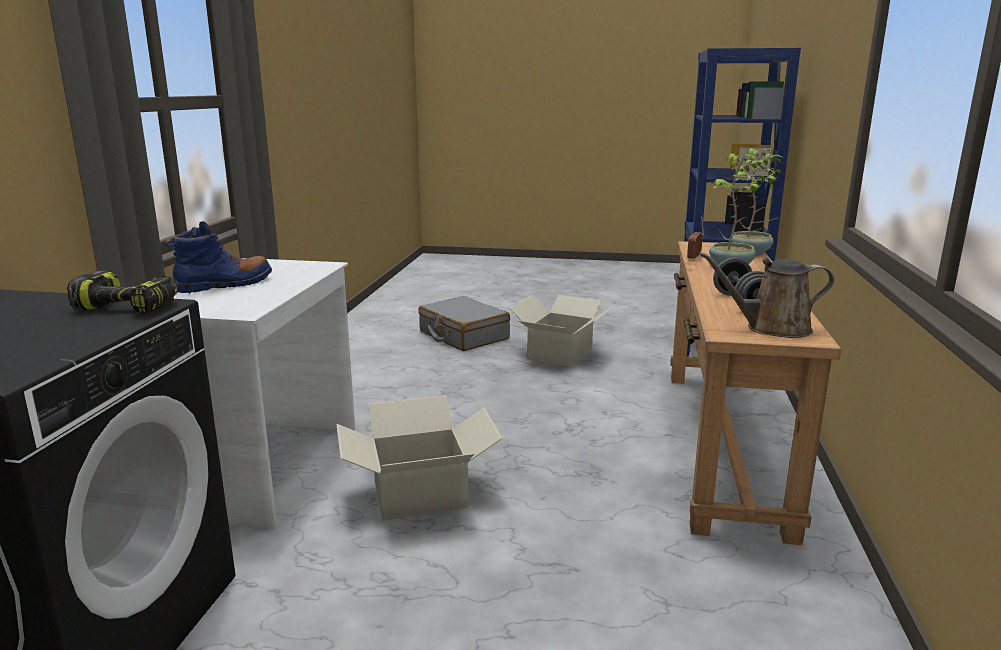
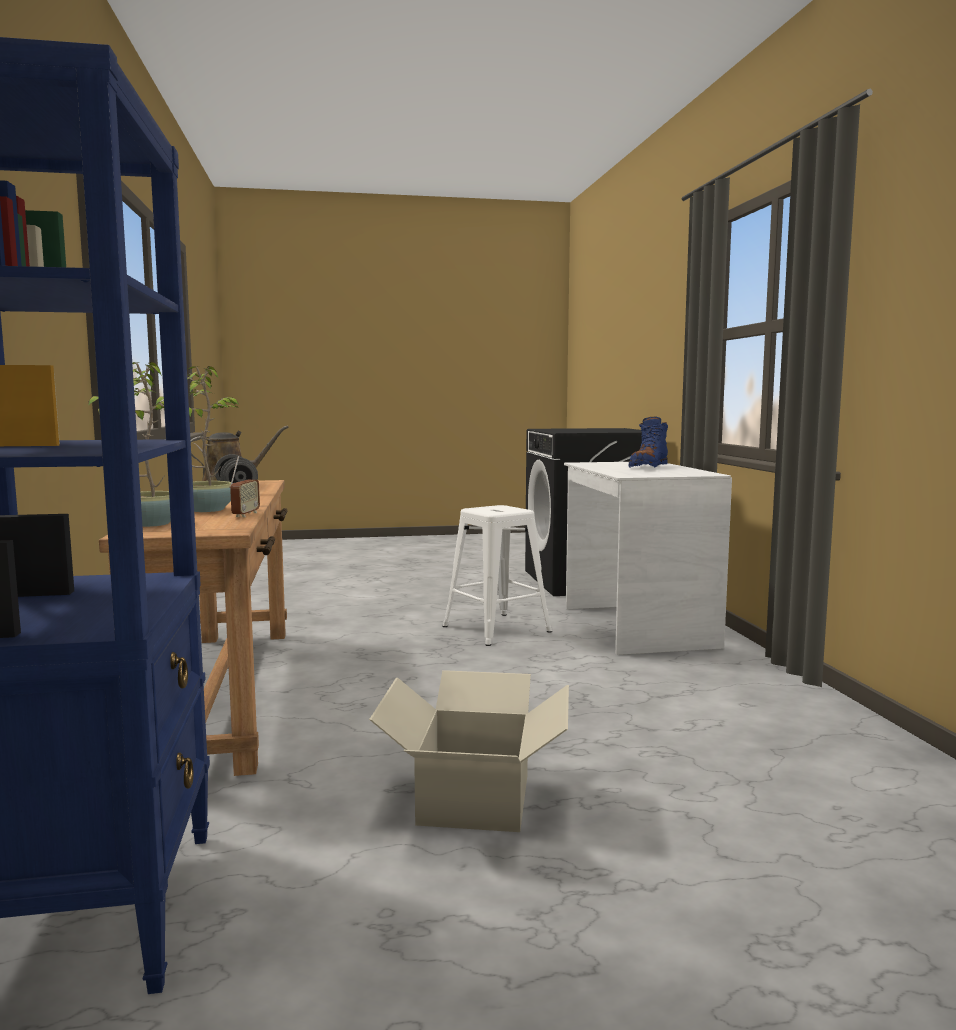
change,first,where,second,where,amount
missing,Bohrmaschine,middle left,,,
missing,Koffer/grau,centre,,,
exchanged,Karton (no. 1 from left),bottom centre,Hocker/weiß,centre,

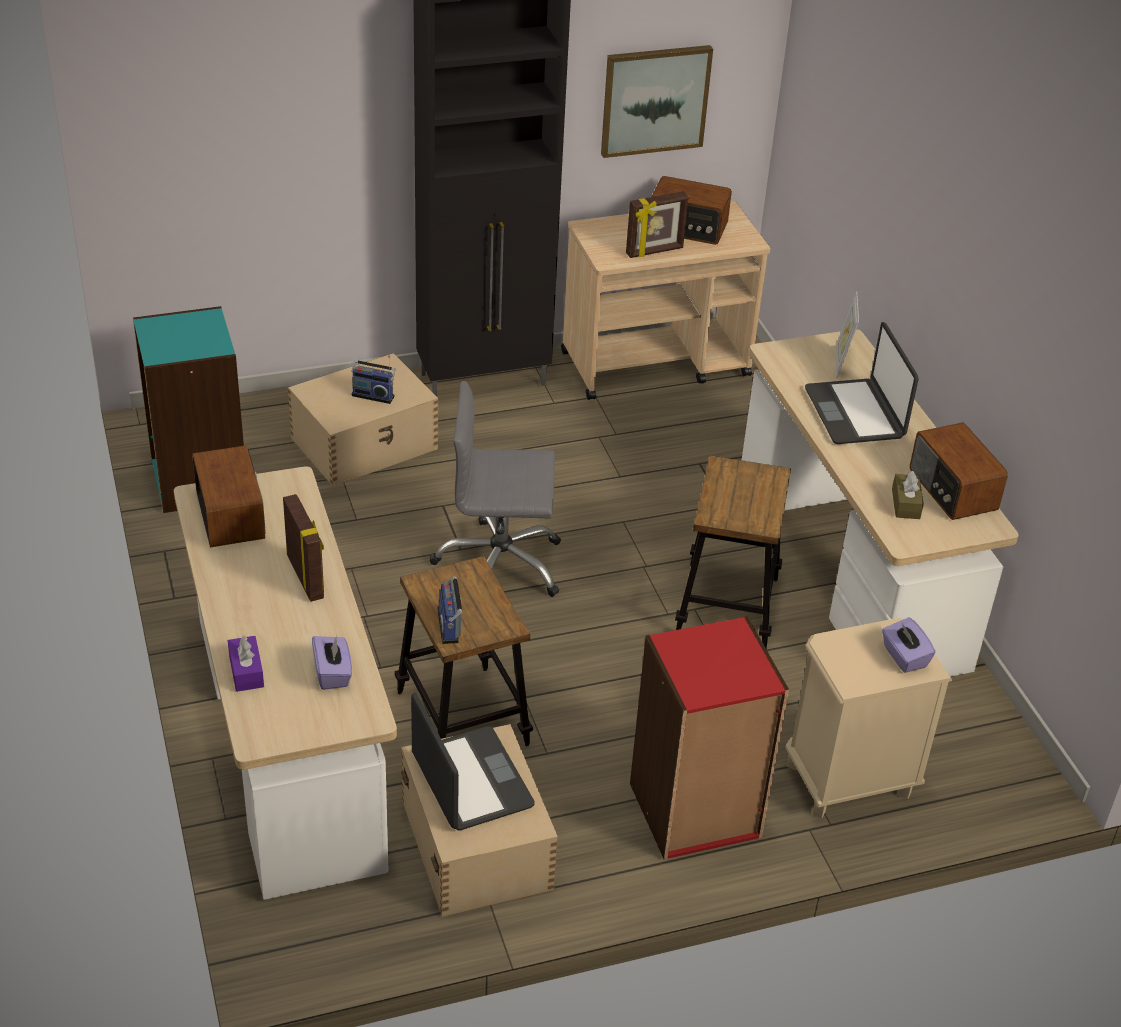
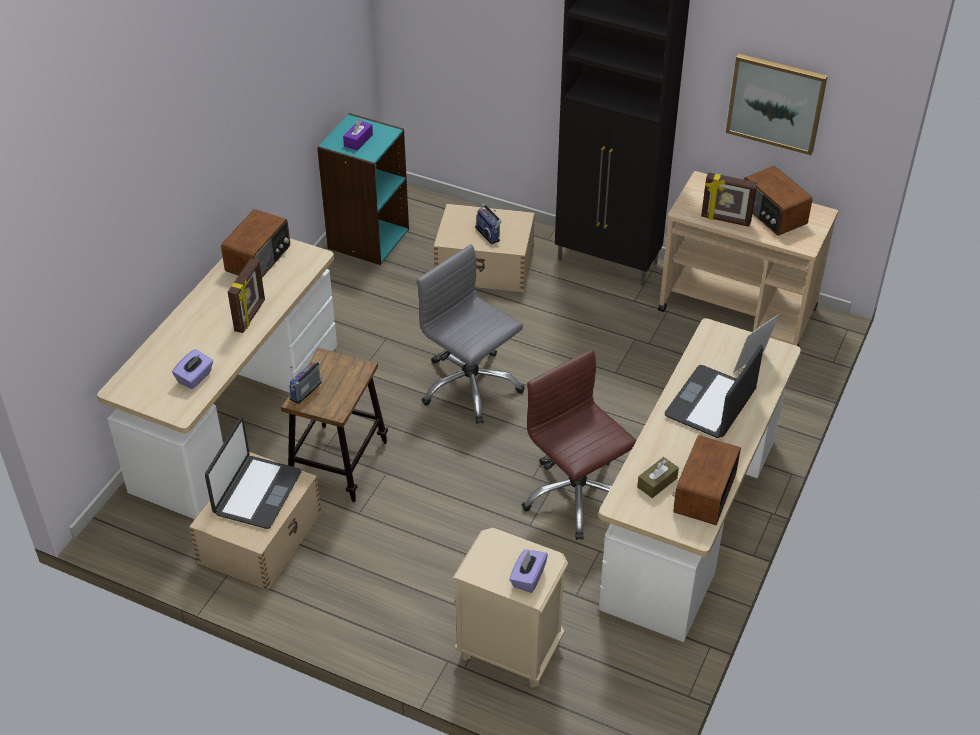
change,first,where,second,where,amount
exchanged,Hocker (no. 2 from left),centre,Bürostuhl/braun,centre,
missing,Bücherregal/rot,bottom centre,,,
relocated,Taschentuchbox/lila (no. 1 from left in the first image),middle left,Taschentuchbox/lila (no. 2 from left),top centre,

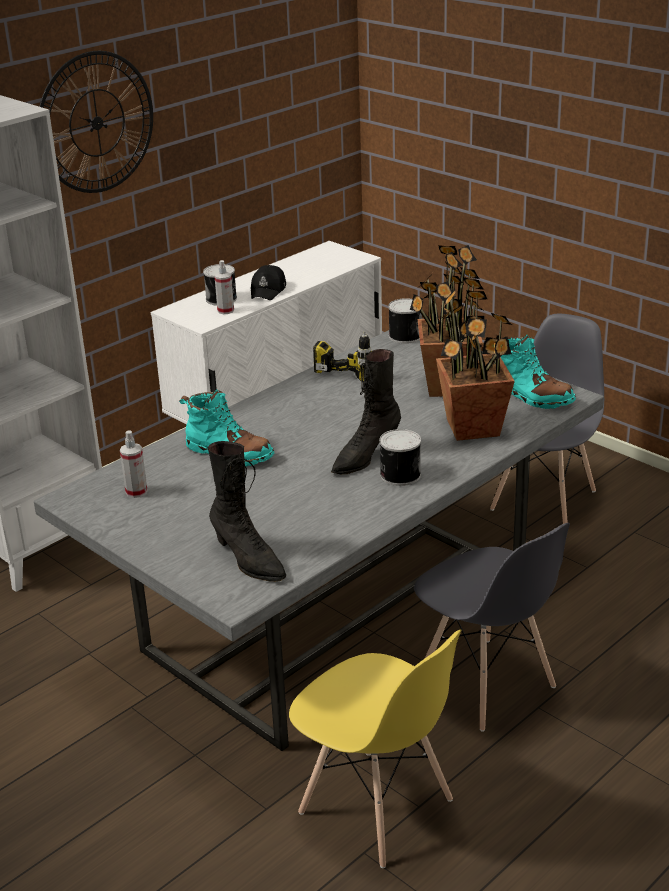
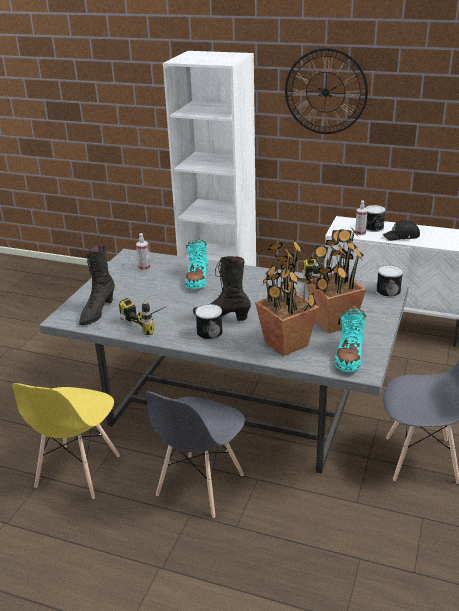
change,first,where,second,where,amount
appeared,,,Bohrmaschine (no. 1 from left),middle left,

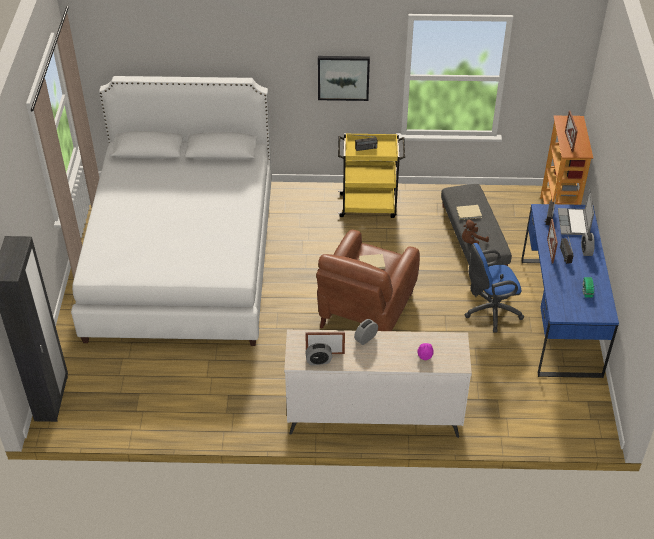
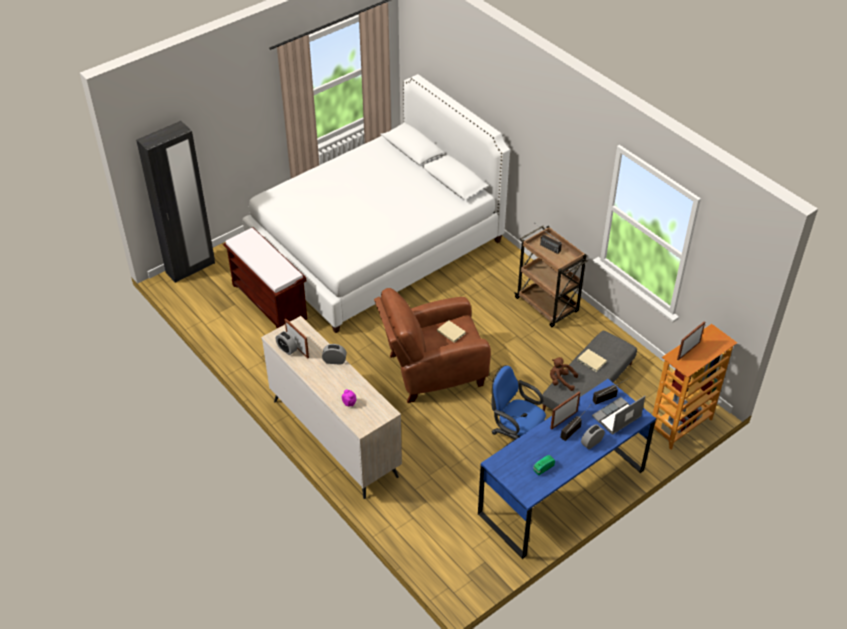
change,first,where,second,where,amount
missing,Bild,top centre,,,
colour,Rollwagen/gelb,top centre,Rollwagen/braun,centre,
appeared,,,Bank/braun,middle left,

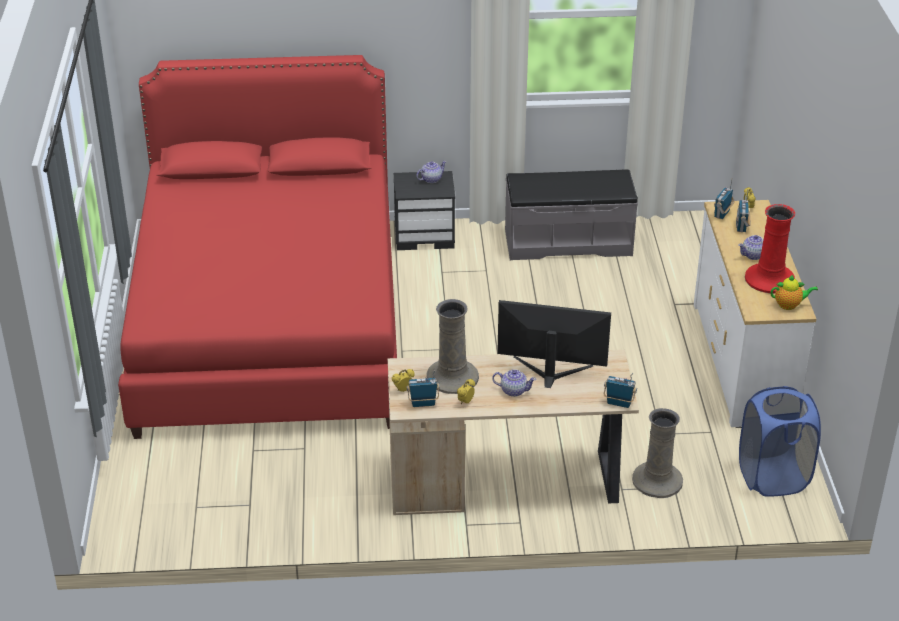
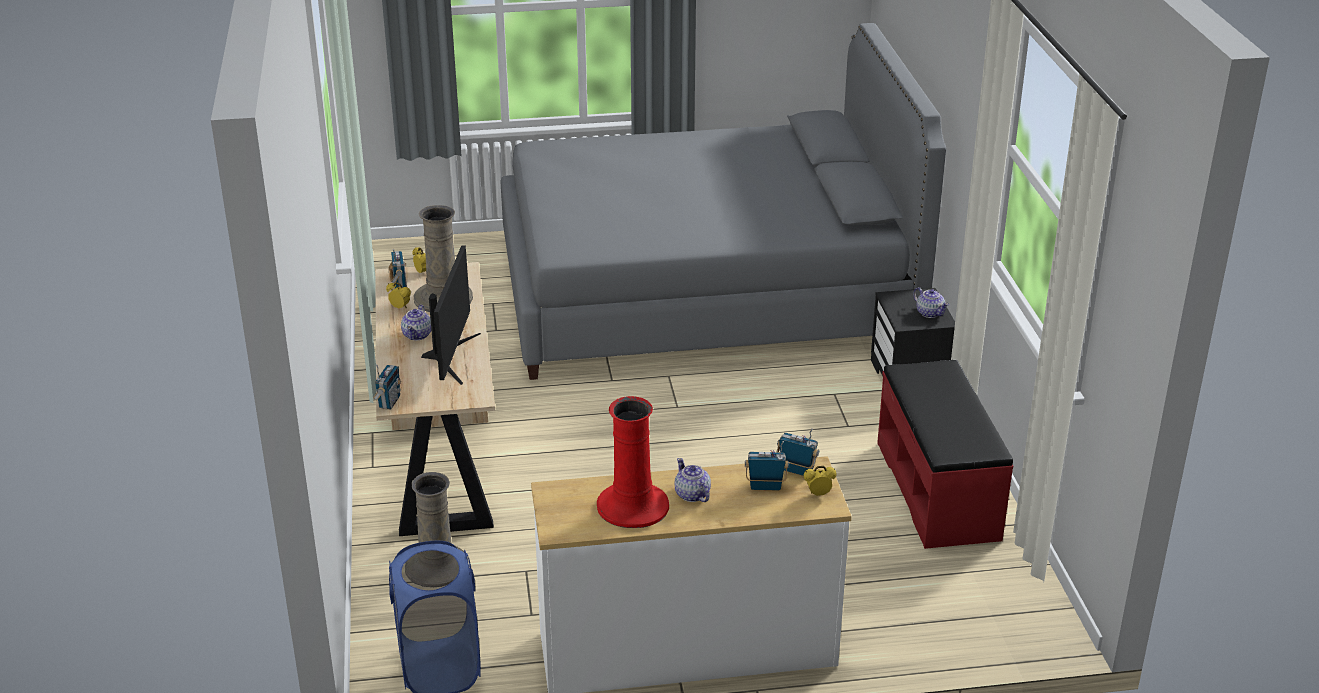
change,first,where,second,where,amount
colour,Bett/rot,middle left,Bett/grau,top centre,
colour,Bank/grau,centre,Bank/rot,middle right,
missing,Teekanne (no. 4 from left),middle right,,,

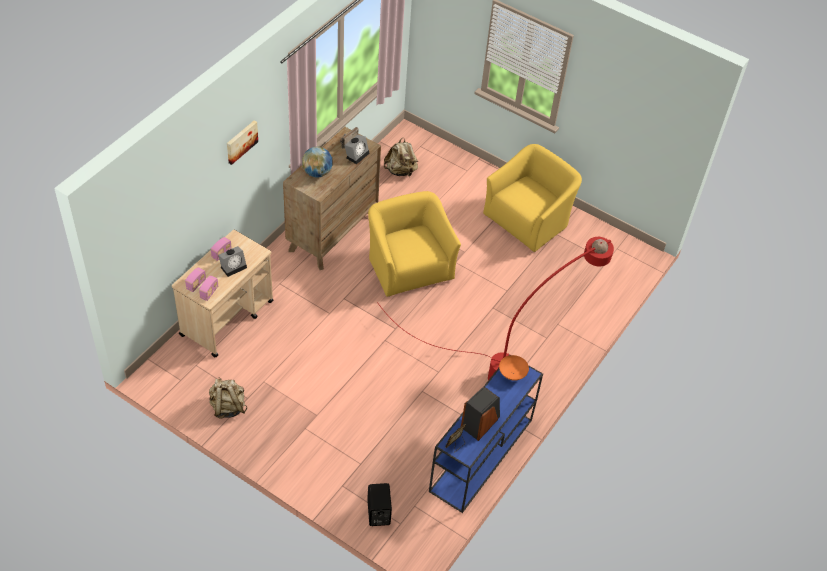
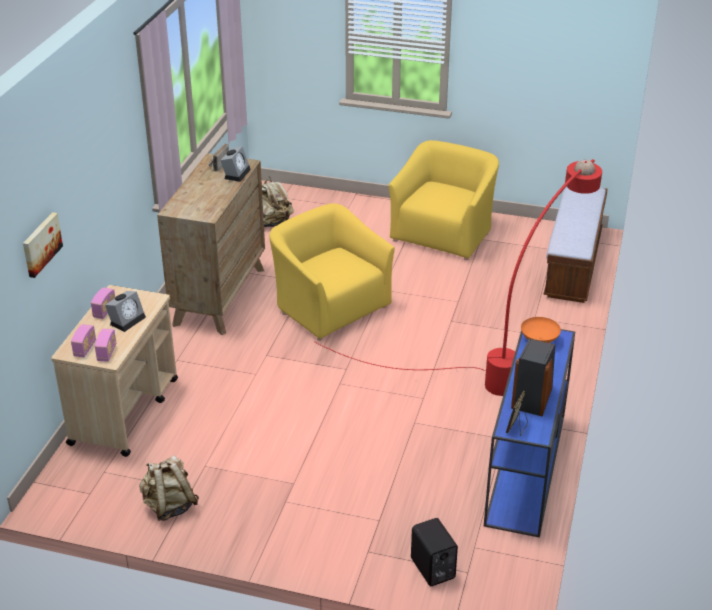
change,first,where,second,where,amount
relocated,Bild,top left,,middle left,
missing,Globus,top centre,,,
appeared,,,Bank,middle right,

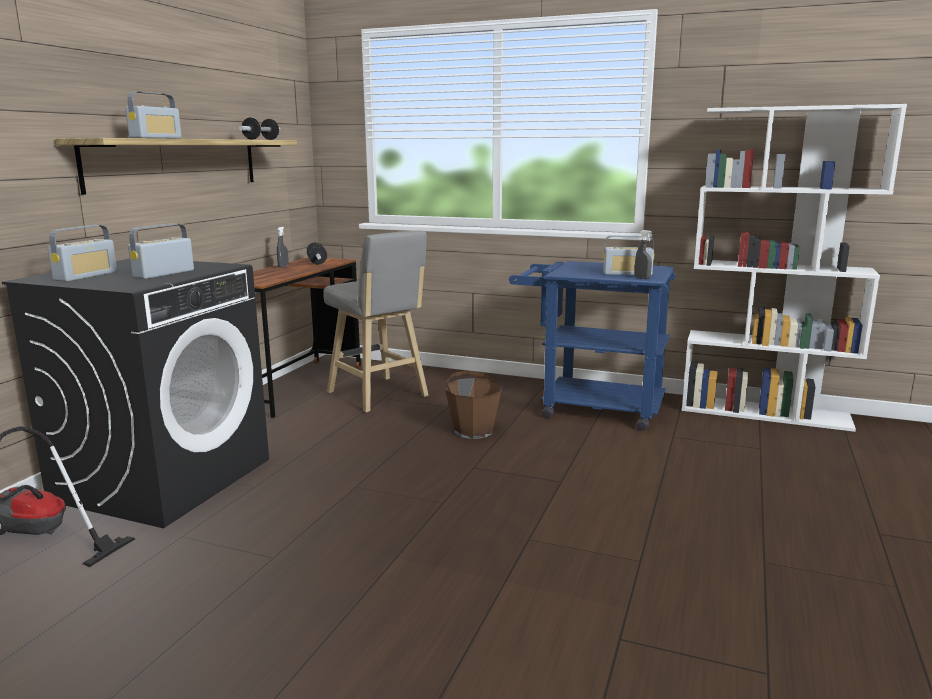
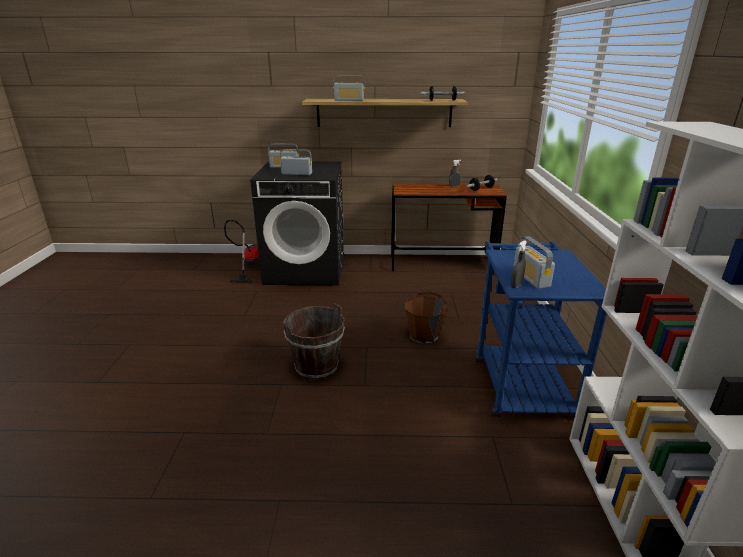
change,first,where,second,where,amount
missing,Hocker/grau,centre,,,
appeared,,,Eimer/braun (no. 1 from left),centre,

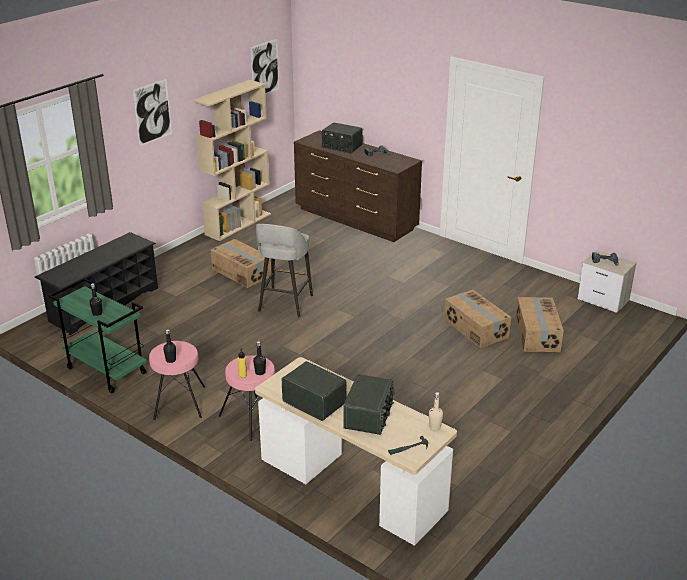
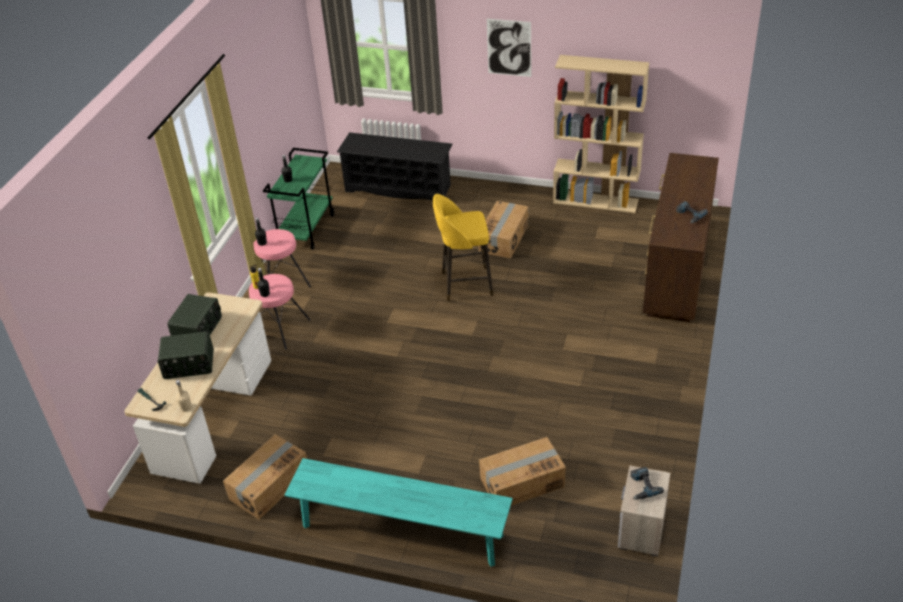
change,first,where,second,where,amount
missing,Bild (no. 2 from left),top centre,,,
missing,Radio (no. 2 from left),top centre,,,
colour,Hocker/grau,centre,Hocker/gelb,centre,
relocated,Karton (no. 2 from left in the first image),middle right,Karton (no. 1 from left),bottom left,
appeared,,,Bank/türkis,bottom centre,

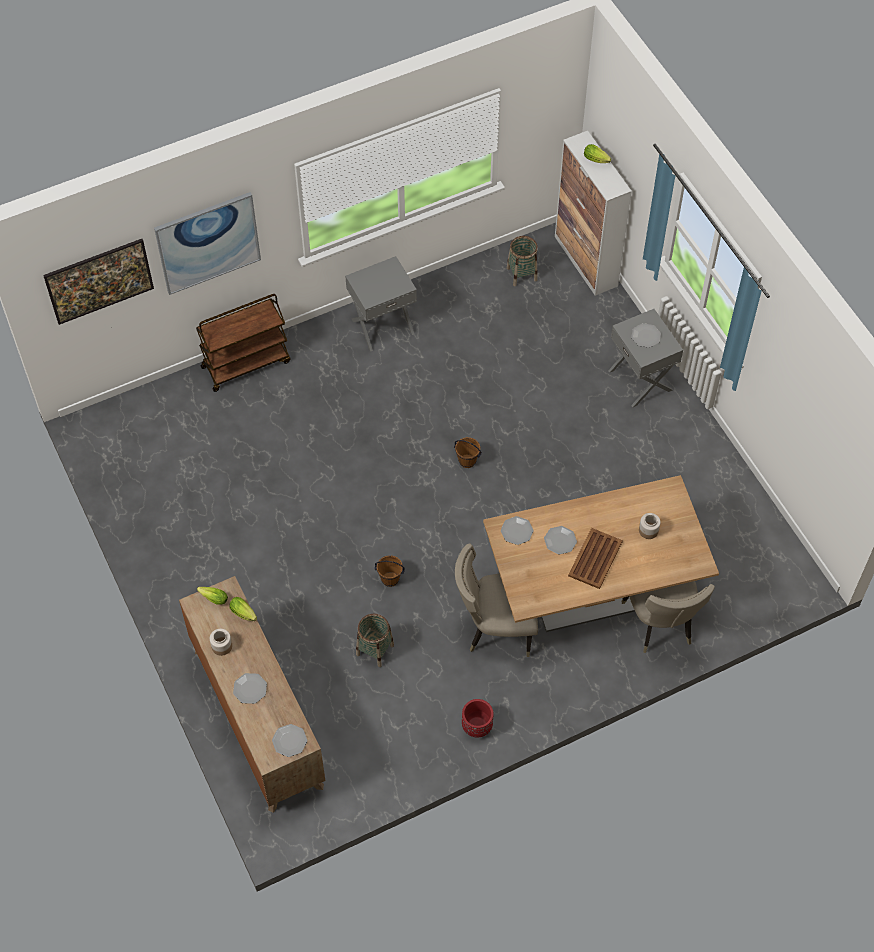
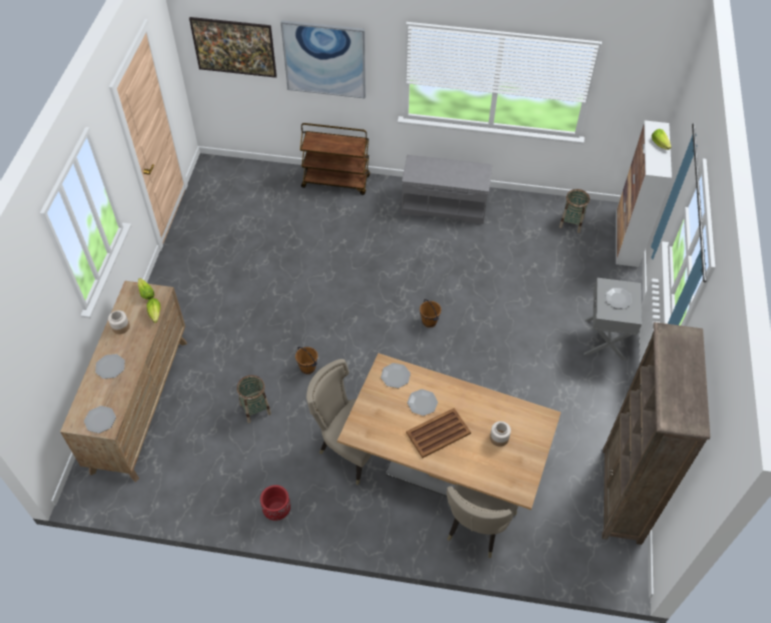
change,first,where,second,where,amount
exchanged,Nachttisch/grau (no. 1 from left),top centre,Bank/grau,top centre,
appeared,,,Bücherregal/braun,bottom right,

